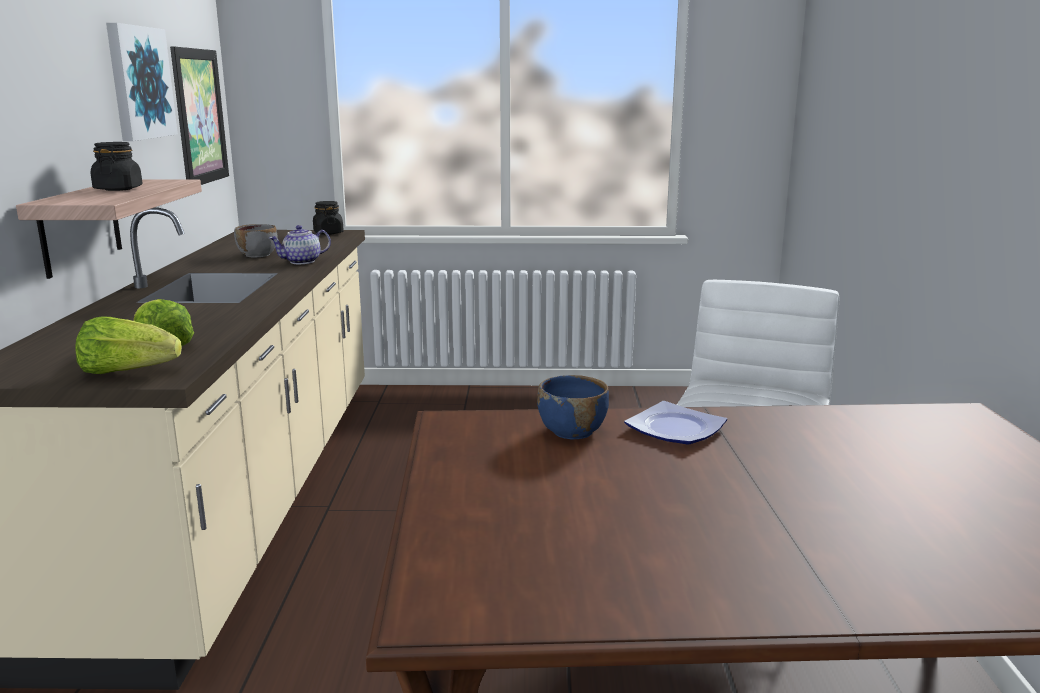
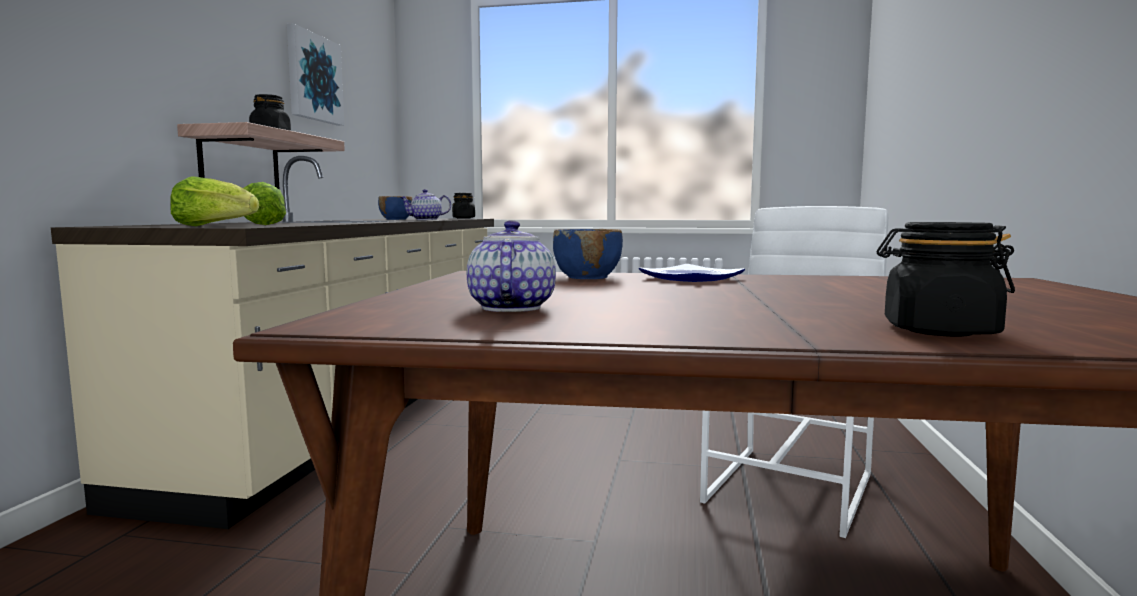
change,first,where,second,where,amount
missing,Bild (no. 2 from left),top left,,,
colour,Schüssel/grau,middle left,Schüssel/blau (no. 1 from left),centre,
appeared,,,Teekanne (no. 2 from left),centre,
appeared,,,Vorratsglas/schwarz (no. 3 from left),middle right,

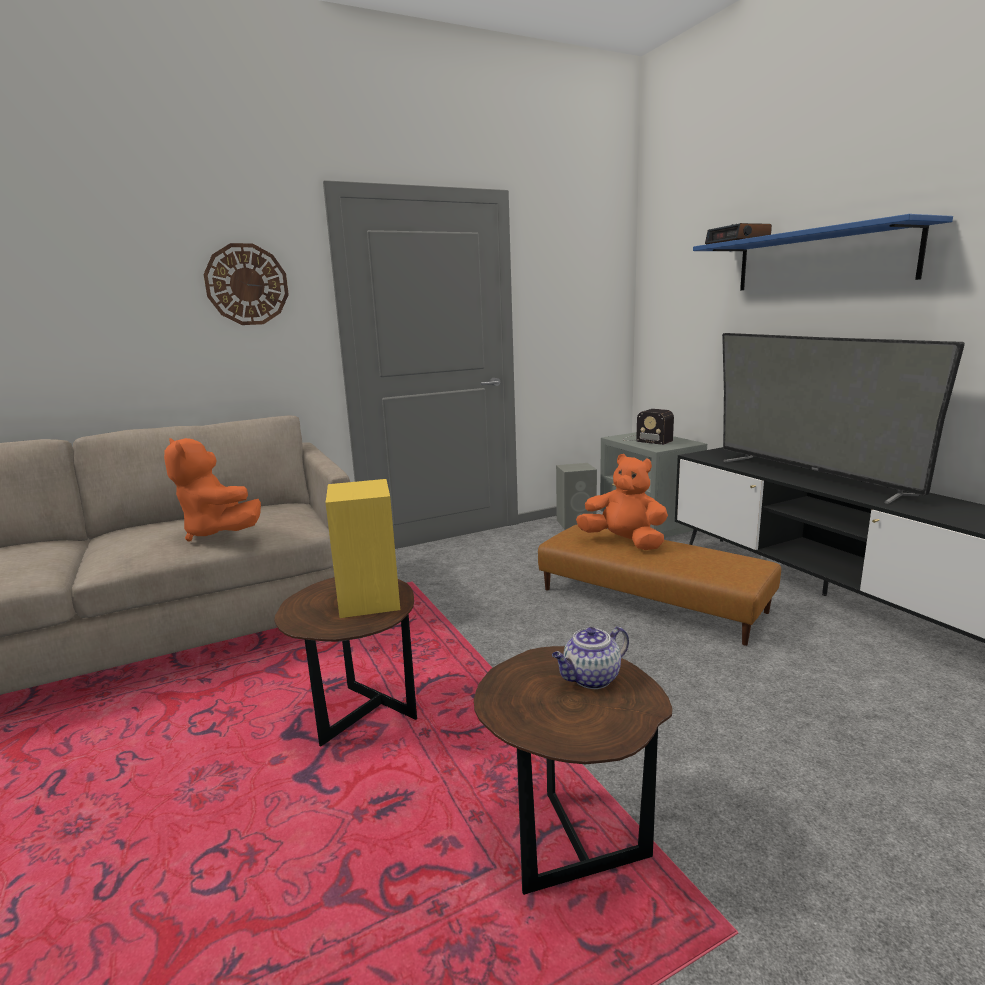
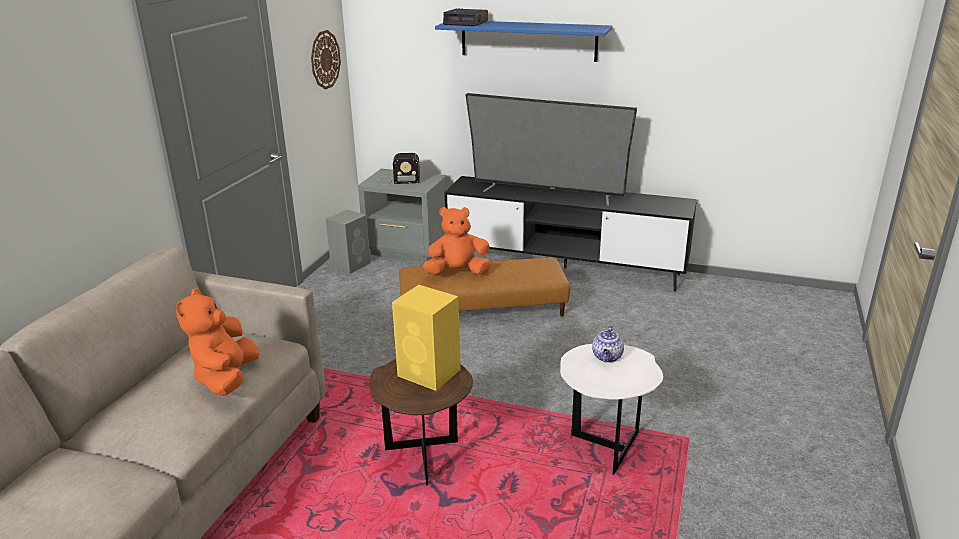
change,first,where,second,where,amount
relocated,Wanduhr,top left,,top centre,
spun,Plüschtier/orange (no. 1 from left),middle left,,middle left,90 degrees clockwise
colour,Beistelltisch/braun (no. 2 from left),bottom centre,Beistelltisch/weiß,bottom centre,

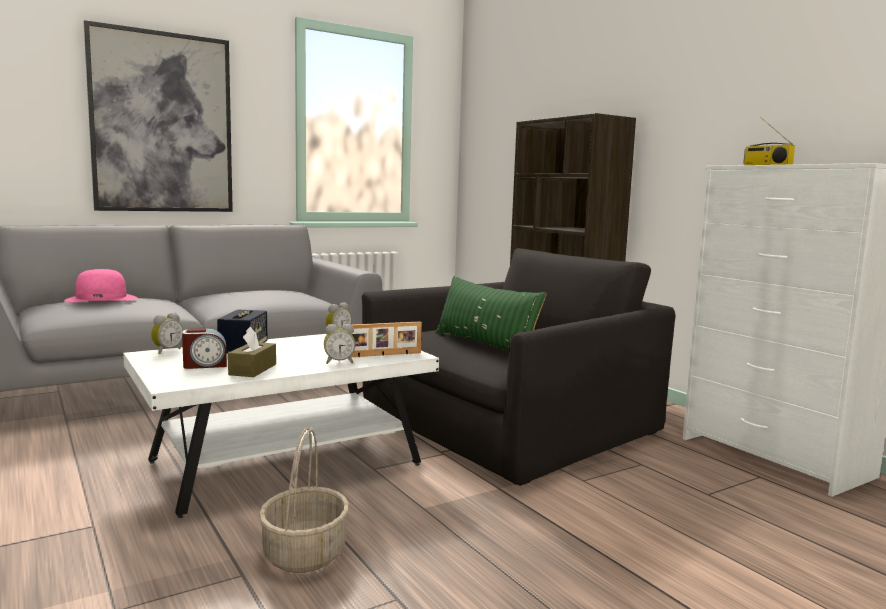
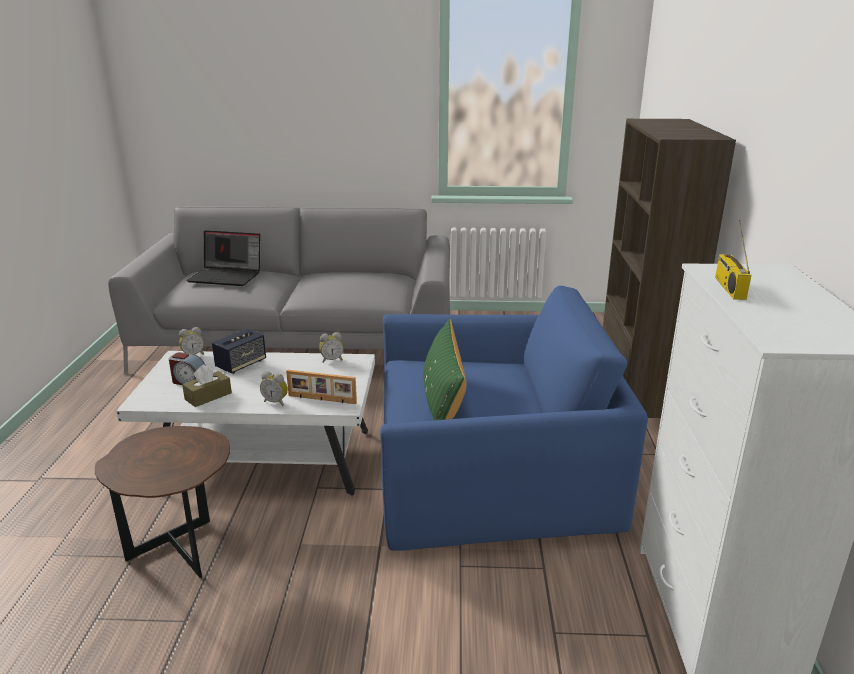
change,first,where,second,where,amount
missing,Bild,top left,,,
colour,Sessel/schwarz,centre,Sessel/blau,centre,
exchanged,Hut/rosa,middle left,Laptop,middle left,
exchanged,Korb,bottom centre,Beistelltisch/braun,bottom left,

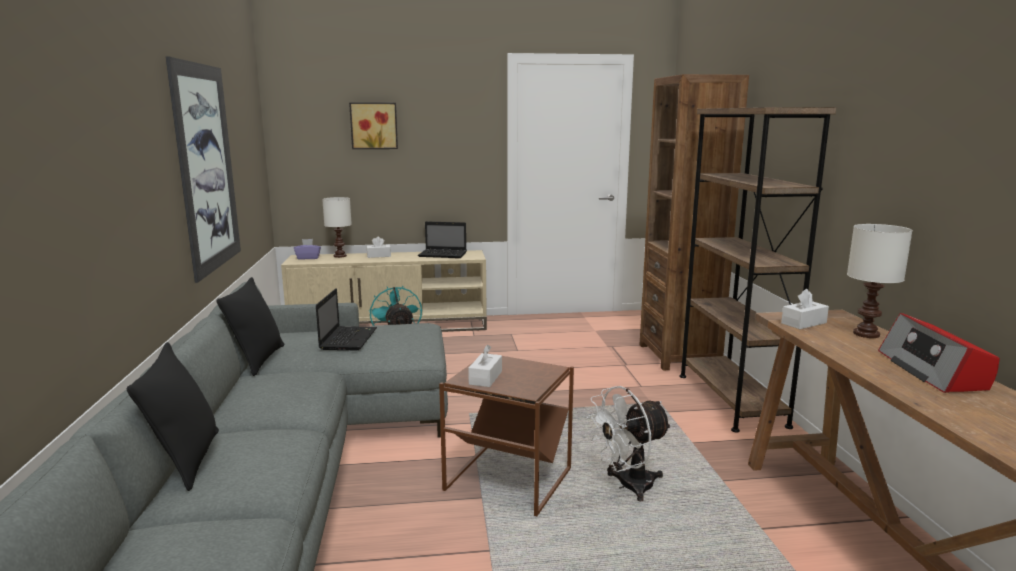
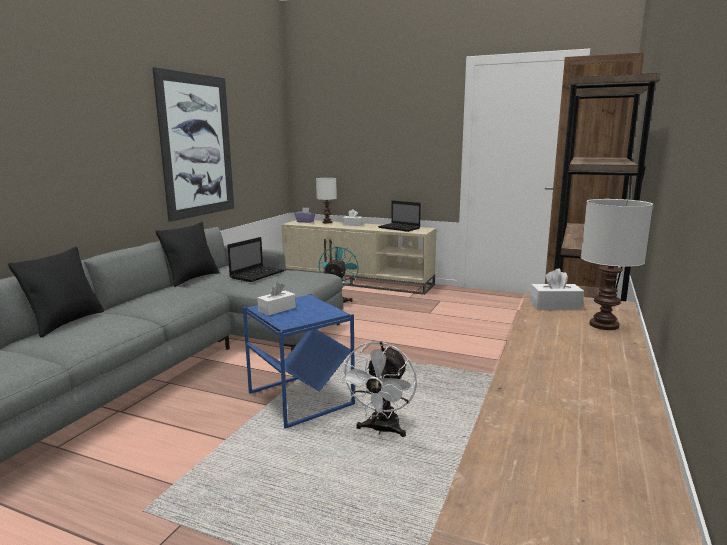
change,first,where,second,where,amount
missing,Bild (no. 2 from left),top centre,,,
missing,Radio,middle right,,,
colour,Beistelltisch/braun,bottom centre,Beistelltisch/blau,centre,
spun,Ventilator/weiß,bottom centre,,bottom centre,75 degrees counterclockwise

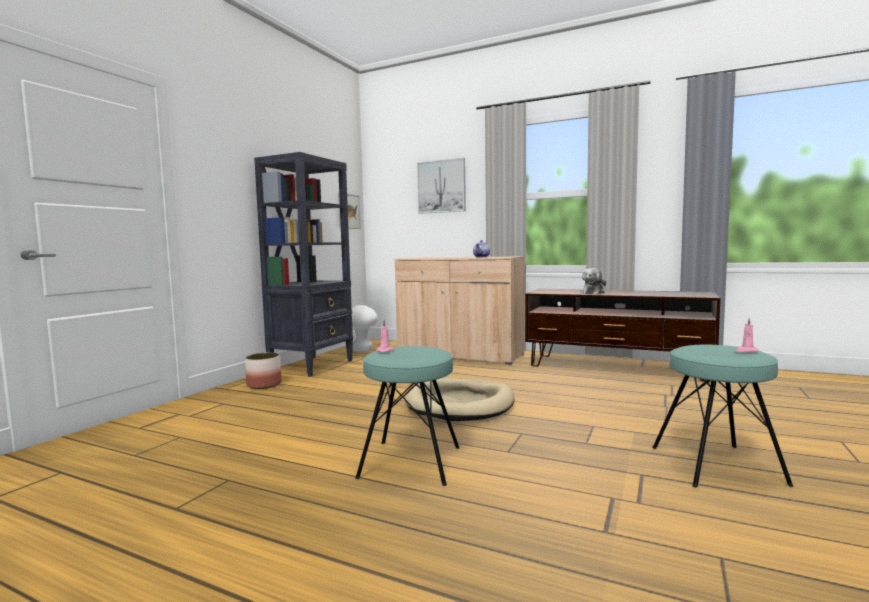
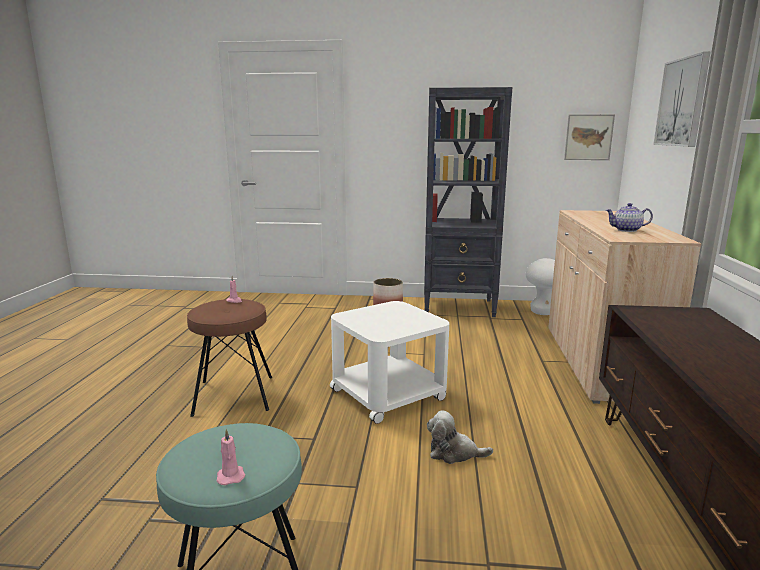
change,first,where,second,where,amount
relocated,Plüschtier,middle right,,bottom centre,
colour,Hocker/türkis (no. 1 from left),bottom centre,Hocker/braun,middle left,
exchanged,Hundebett/beige,centre,Beistelltisch/weiß,centre,

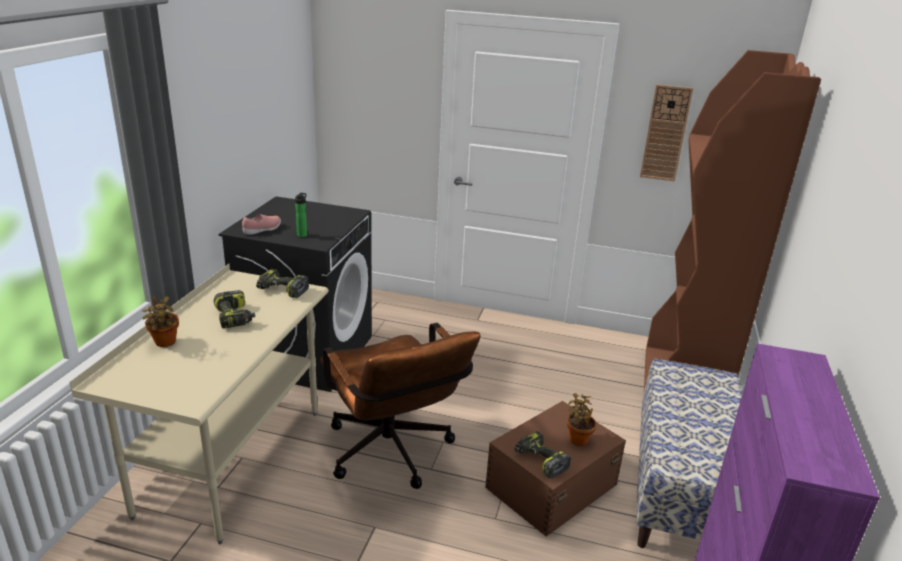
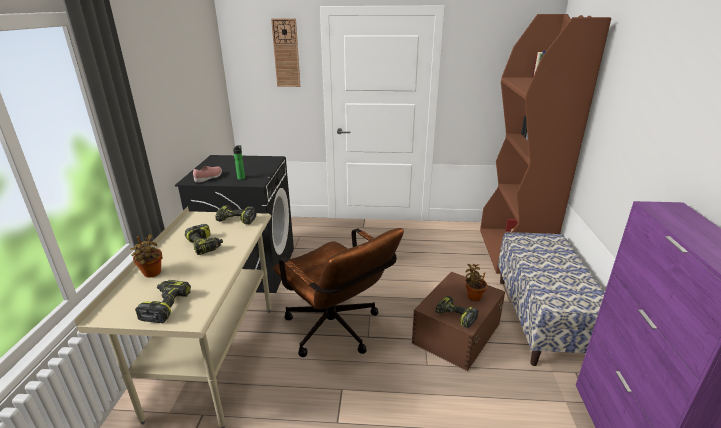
change,first,where,second,where,amount
relocated,Wanduhr,top right,,top centre,
appeared,,,Bohrmaschine (no. 1 from left),bottom left,

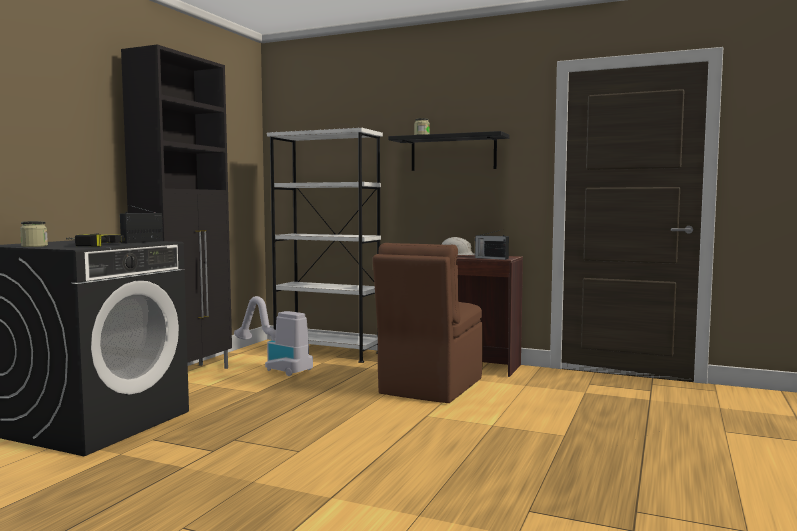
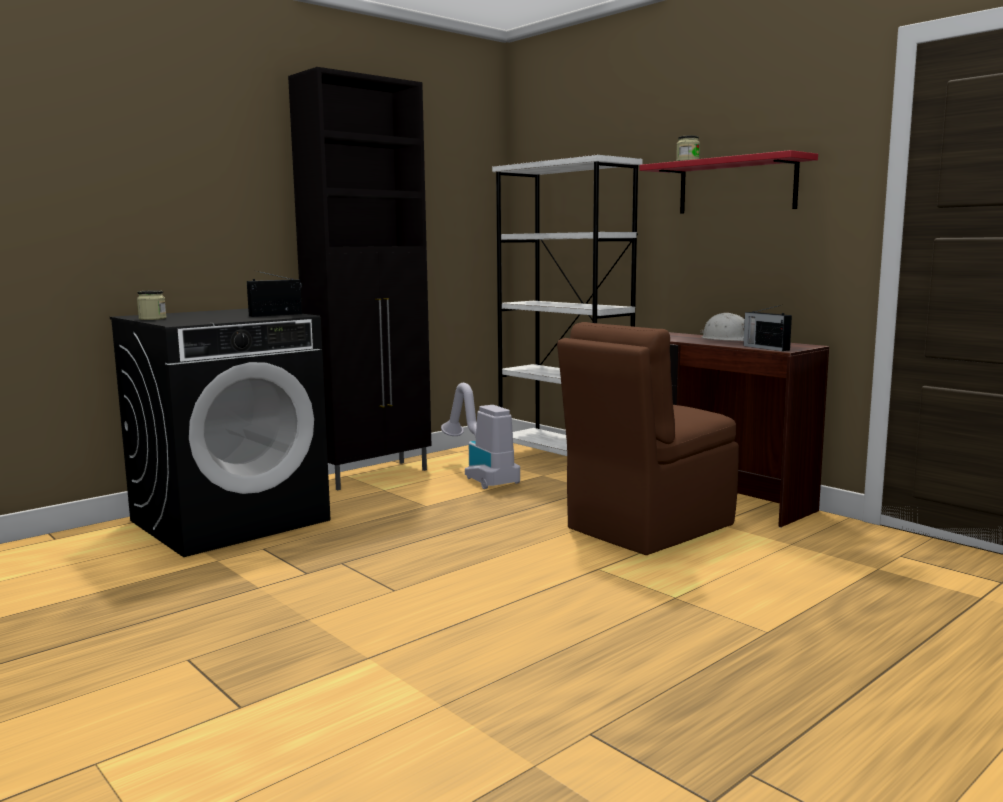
change,first,where,second,where,amount
colour,Wandregal/schwarz,top centre,Wandregal/rot,top right,
missing,Bohrmaschine,middle left,,,

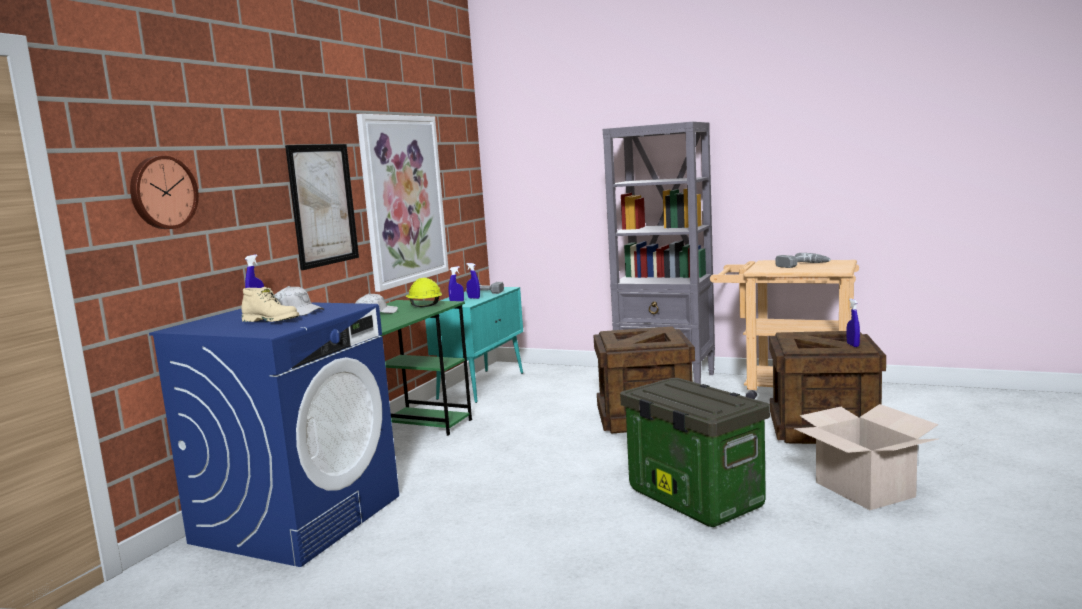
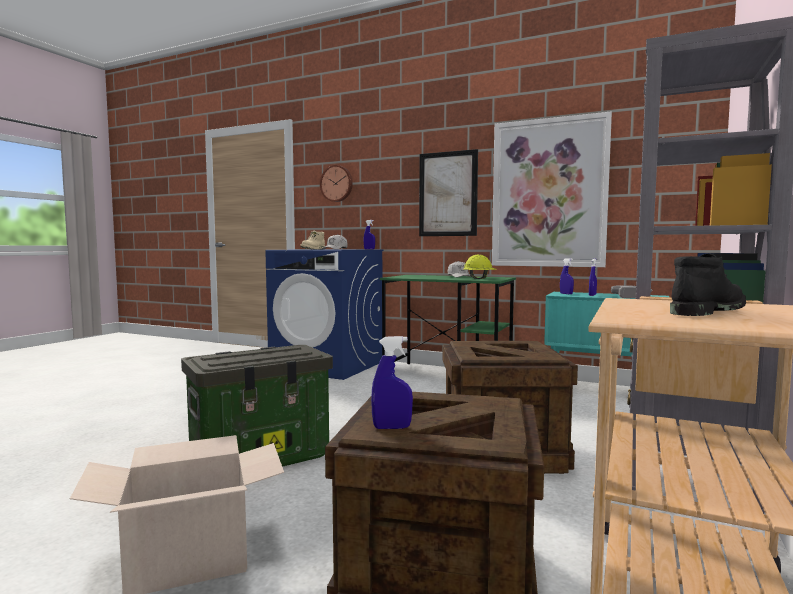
change,first,where,second,where,amount
exchanged,Bohrmaschine (no. 2 from left),middle right,Stiefel/schwarz,middle right,

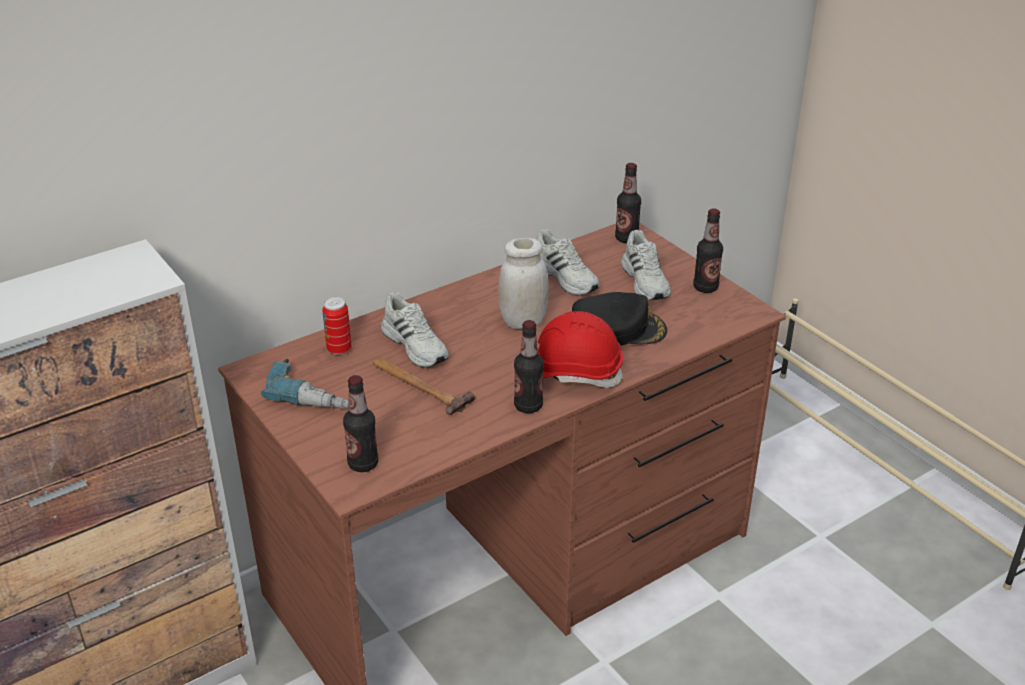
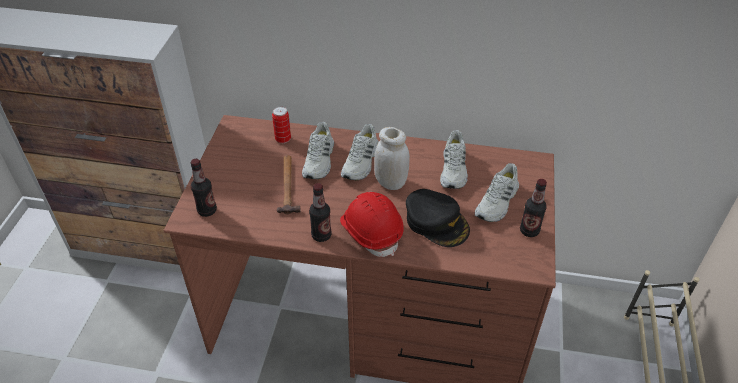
change,first,where,second,where,amount
missing,Flasche (no. 3 from left),top centre,,,
missing,Bohrmaschine,middle left,,,
appeared,,,Schuh/weiß (no. 2 from left),centre,

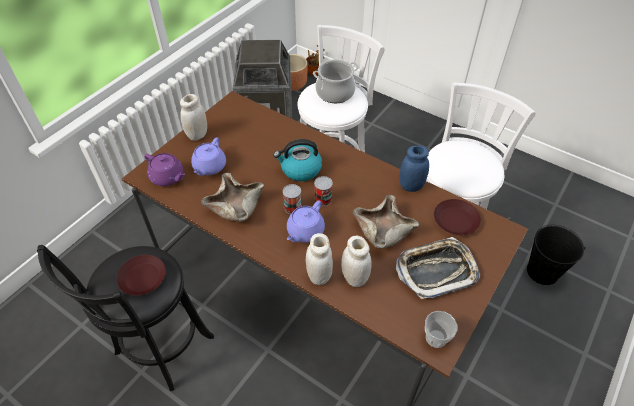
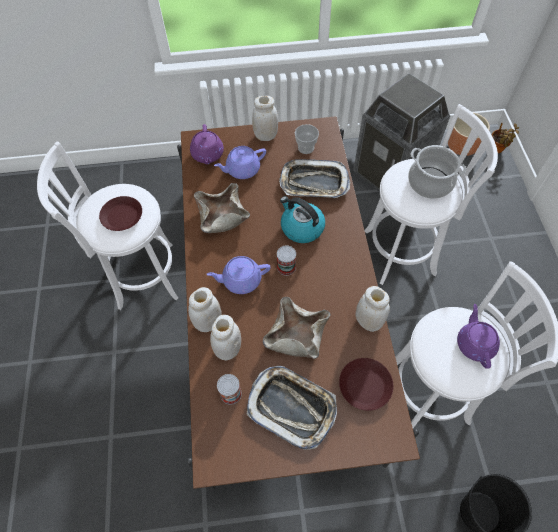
change,first,where,second,where,amount
colour,Vorratsglas/blau,centre,Vorratsglas/weiß (no. 4 from left),middle right,
relocated,Dose (no. 1 from left),centre,,bottom centre,
colour,Hocker/schwarz,bottom left,Hocker/weiß (no. 1 from left),middle left,
relocated,Tasse,bottom right,,top centre,
appeared,,,Tablett (no. 2 from left),centre,
appeared,,,Teekanne/lila (no. 4 from left),middle right,

